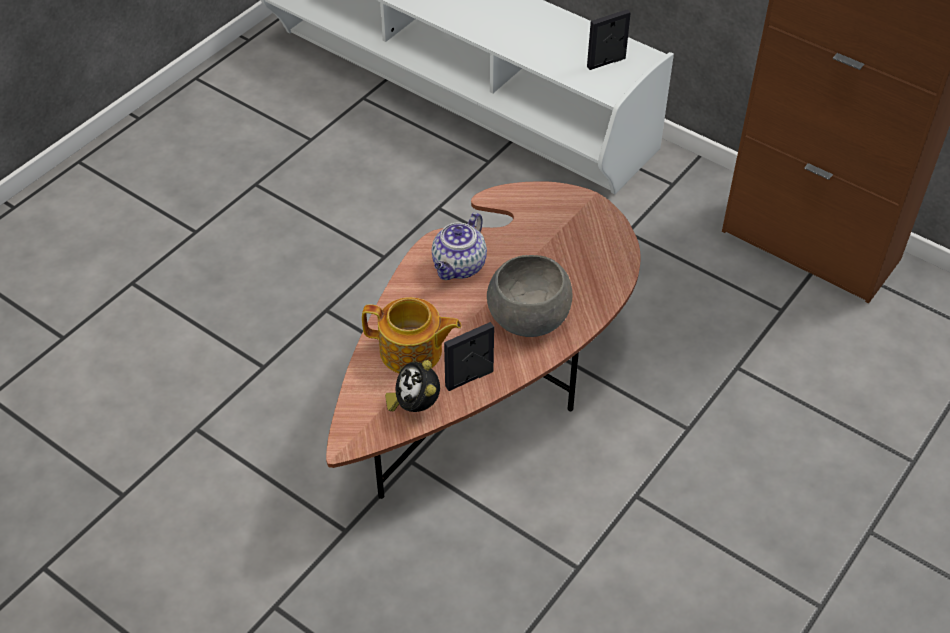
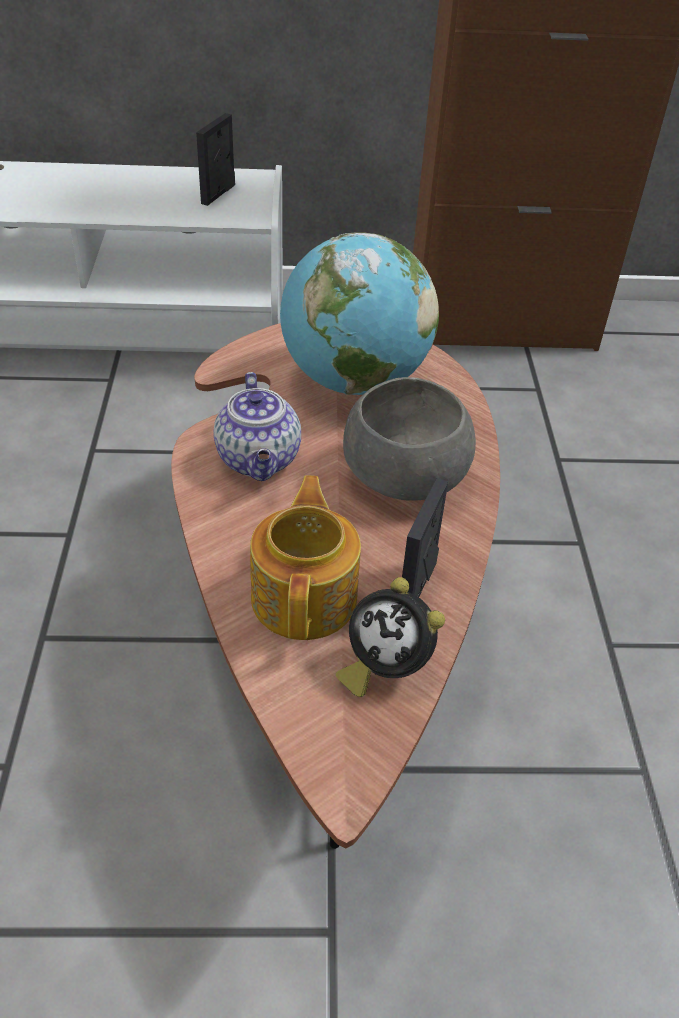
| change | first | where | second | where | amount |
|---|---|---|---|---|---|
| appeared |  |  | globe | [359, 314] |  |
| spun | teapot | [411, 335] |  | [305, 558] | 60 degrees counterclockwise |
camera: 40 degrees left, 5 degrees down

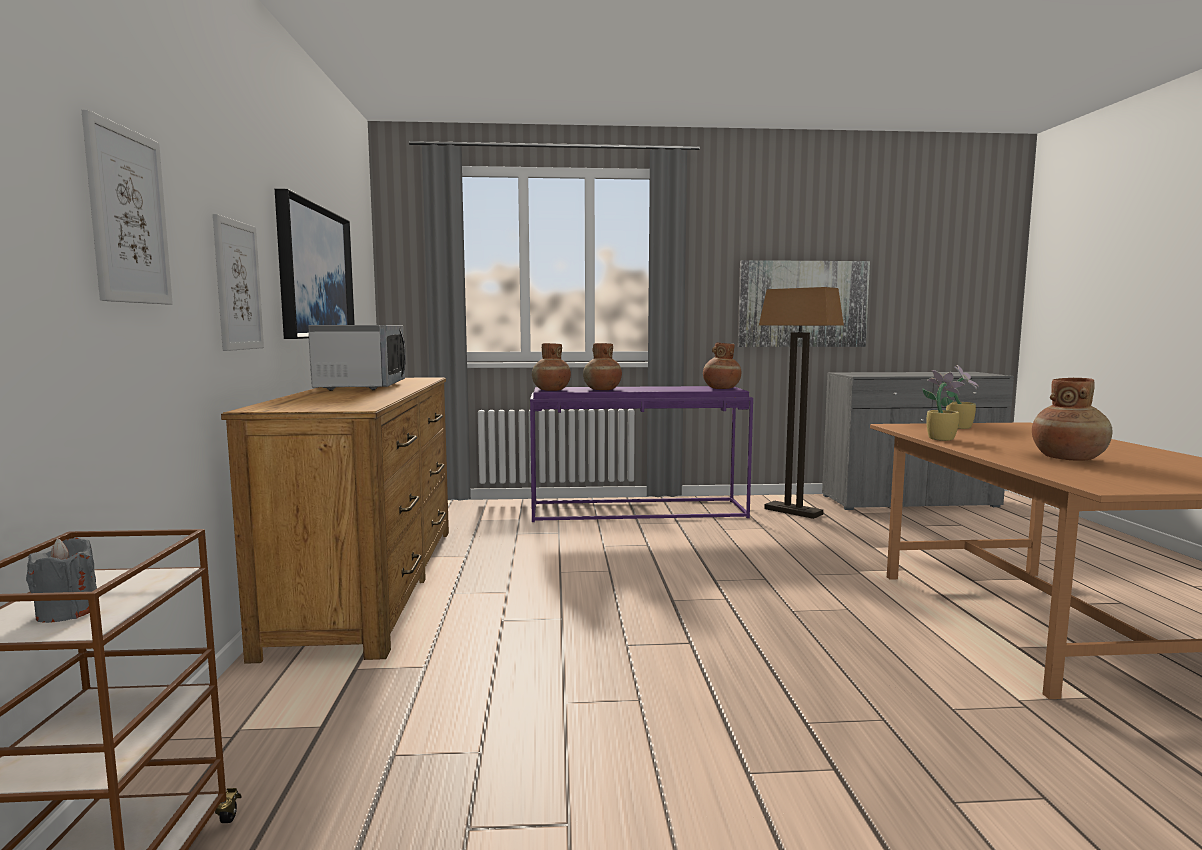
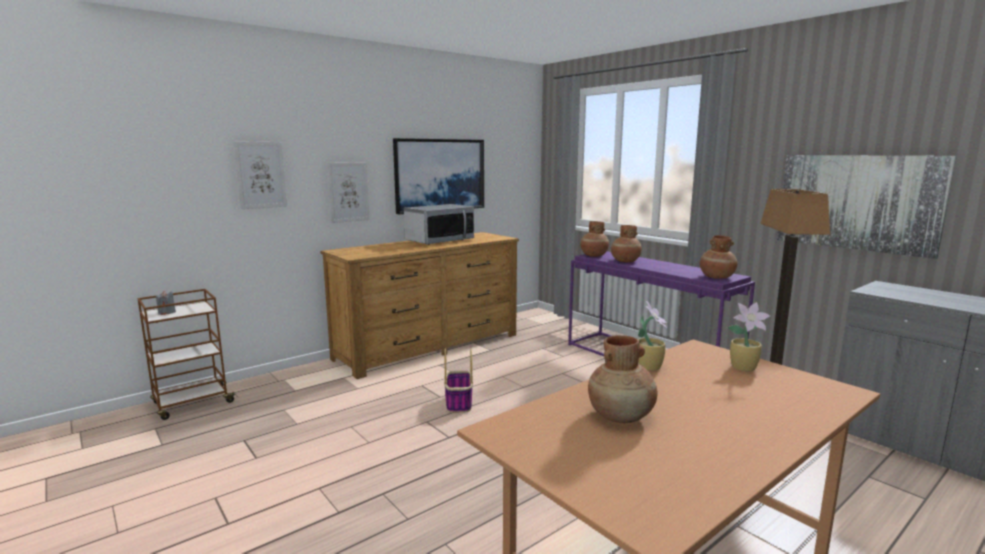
| change | first | where | second | where | amount |
|---|---|---|---|---|---|
| appeared |  |  | basket | [458, 380] |  |
camera: 55 degrees right, 5 degrees up

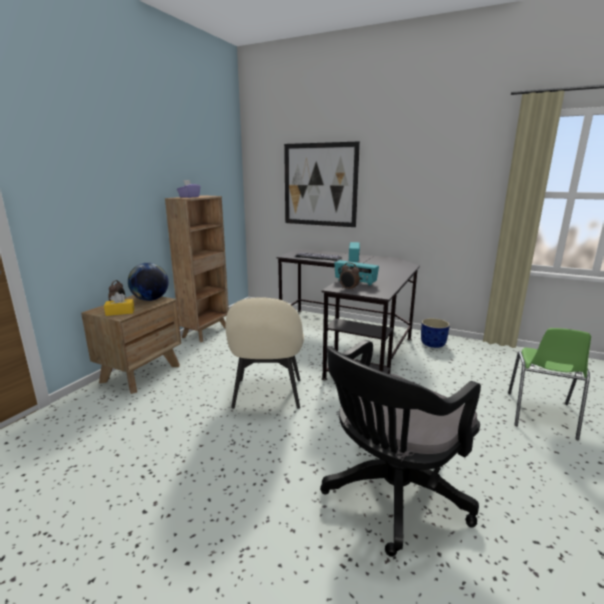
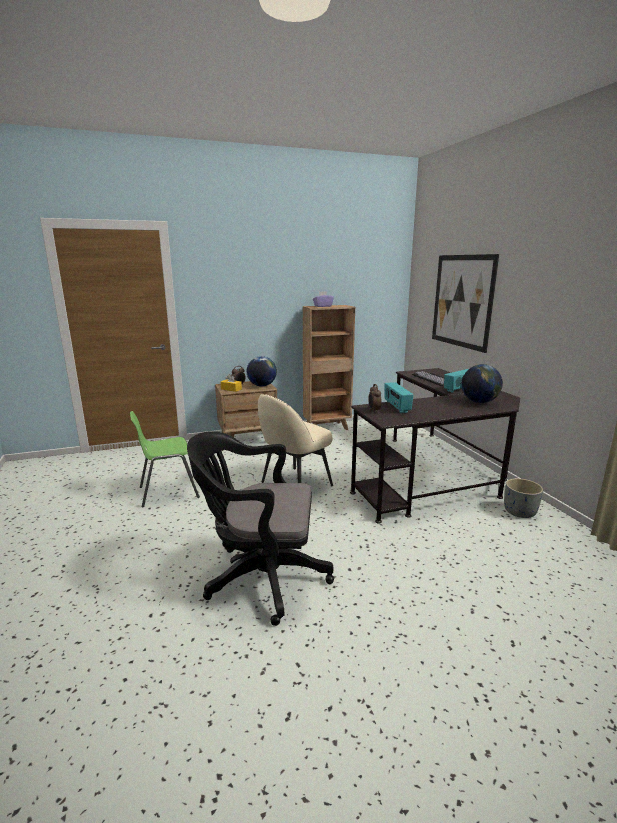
| change | first | where | second | where | amount |
|---|---|---|---|---|---|
| appeared |  |  | globe | [482, 383] |  |
| relocated | chair/green | [549, 384] |  | [165, 459] |  |
| colour | planter/blue | [435, 333] | planter/grey | [523, 498] |  |
camera: 45 degrees right, 0 degrees up

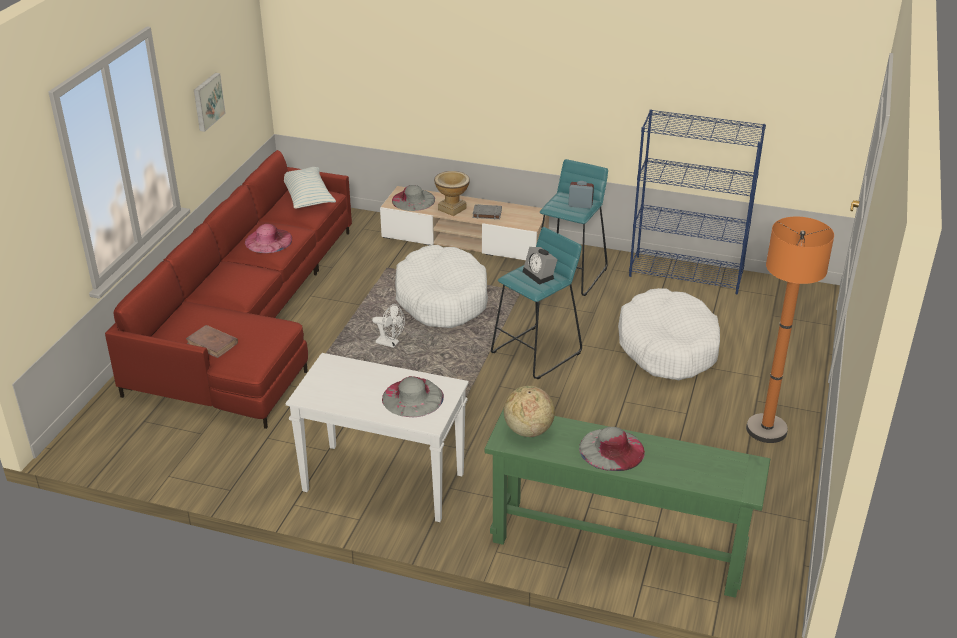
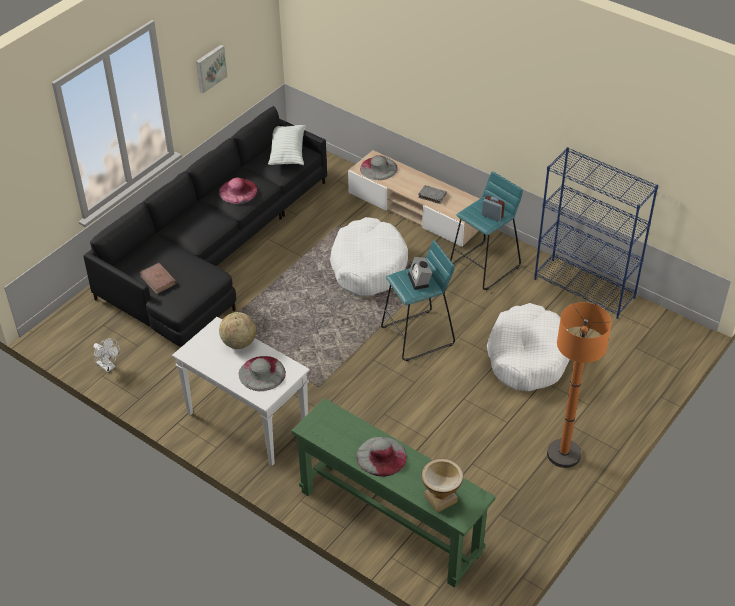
| change | first | where | second | where | amount |
|---|---|---|---|---|---|
| relocated | fan/white | [388, 326] |  | [106, 355] |  |
| relocated | vase | [452, 193] |  | [442, 485] |  |
| relocated | globe | [529, 411] |  | [237, 330] |  |
| colour | sofa/red | [228, 289] | sofa/black | [205, 226] |  |
camera: 20 degrees right, 10 degrees up

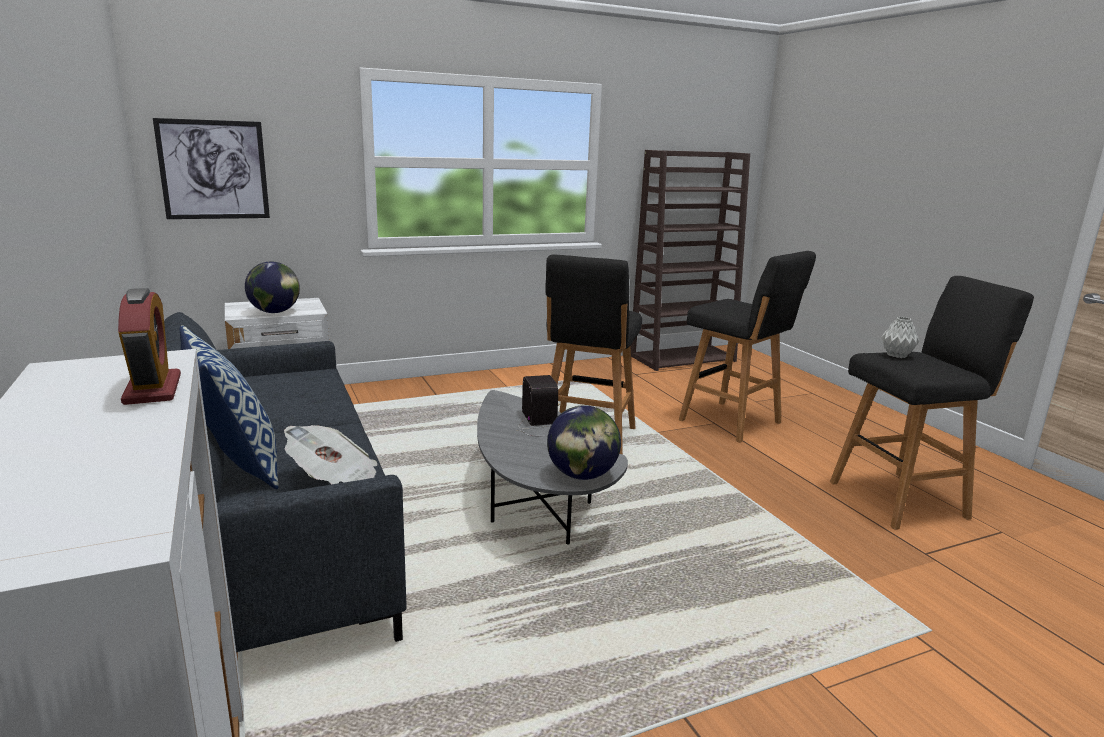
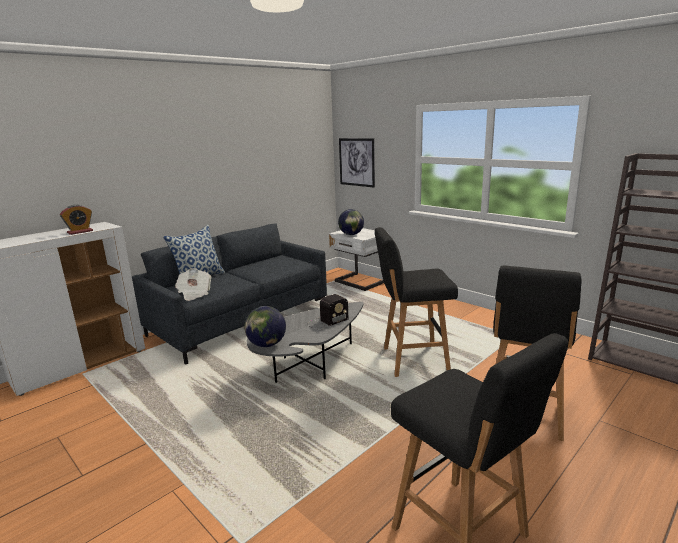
| change | first | where | second | where | amount |
|---|---|---|---|---|---|
| missing | vase/grey | [900, 337] |  |  |  |
camera: 70 degrees right, 0 degrees up

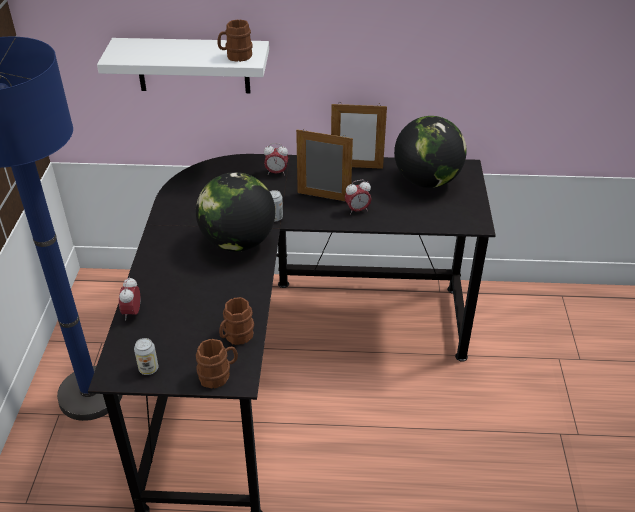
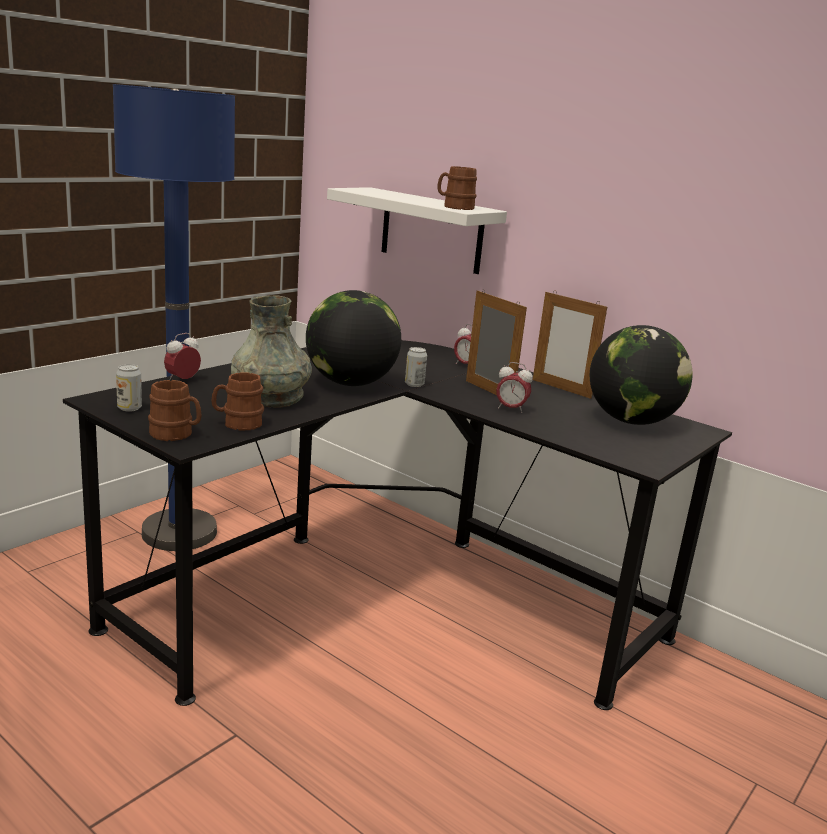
| change | first | where | second | where | amount |
|---|---|---|---|---|---|
| appeared |  |  | vase/grey | [271, 351] |  |
camera: 35 degrees right, 20 degrees down

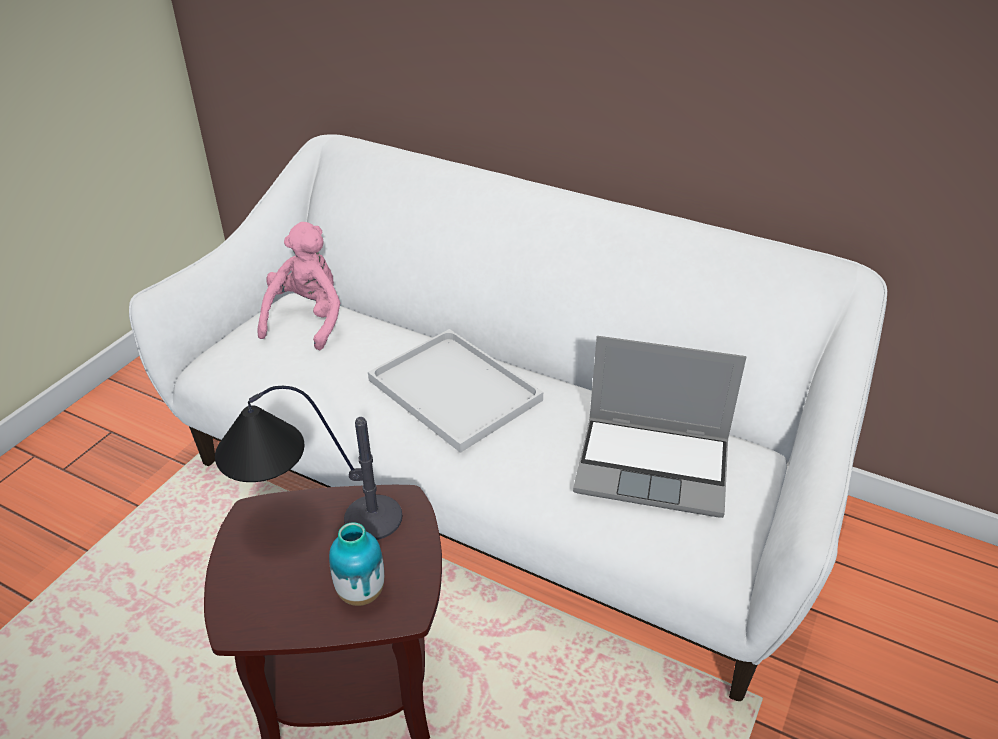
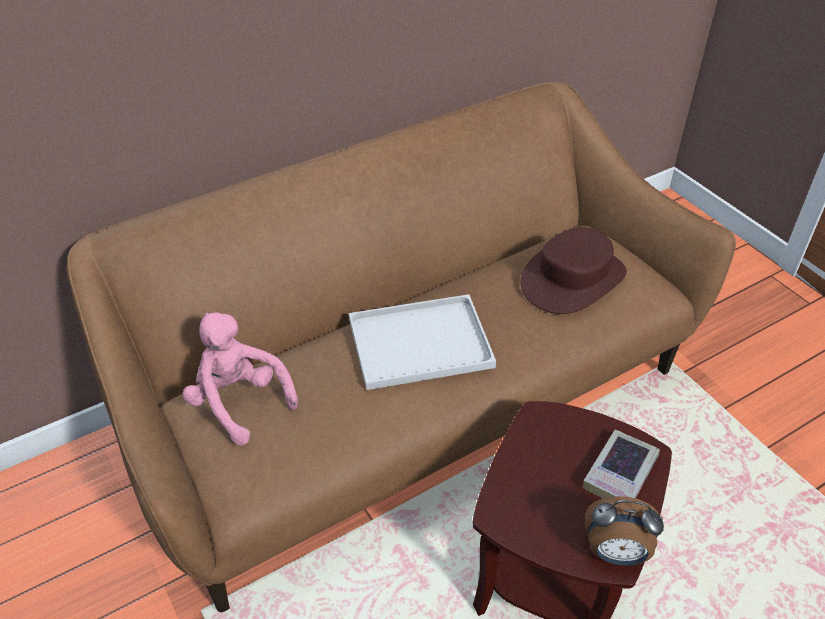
| change | first | where | second | where | amount |
|---|---|---|---|---|---|
| missing | table lamp | [308, 463] |  |  |  |
| appeared |  |  | alarm clock | [624, 531] |  |
| exchanged | vase | [356, 564] | book | [621, 464] |  |
| exchanged | laptop | [659, 427] | hat/brown | [573, 270] |  |
| colour | sofa/white | [508, 417] | sofa/brown | [401, 347] |  |
camera: 60 degrees left, 5 degrees up

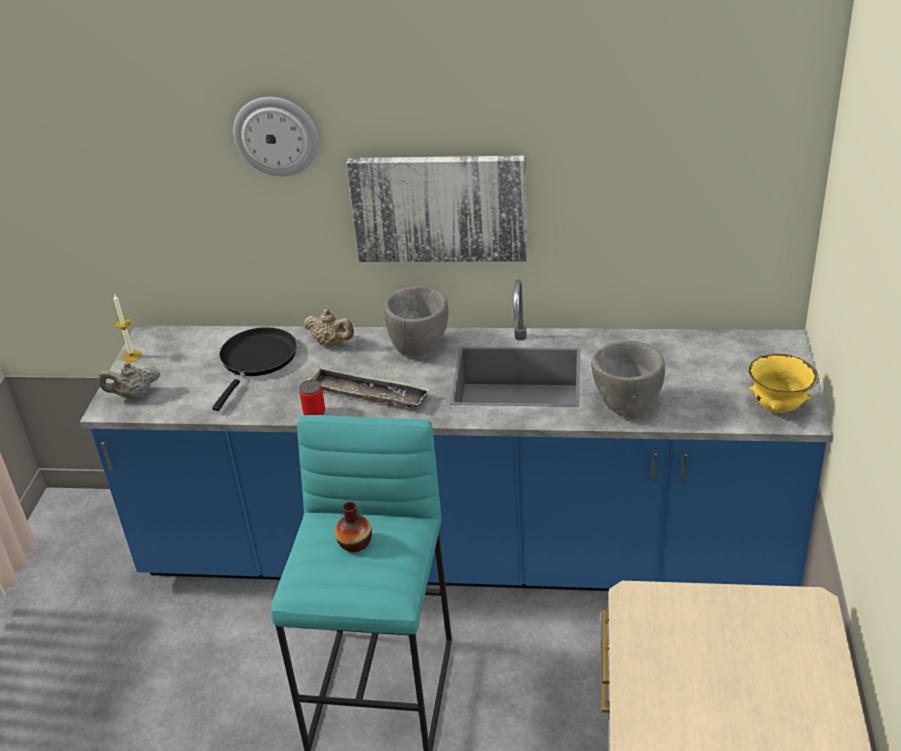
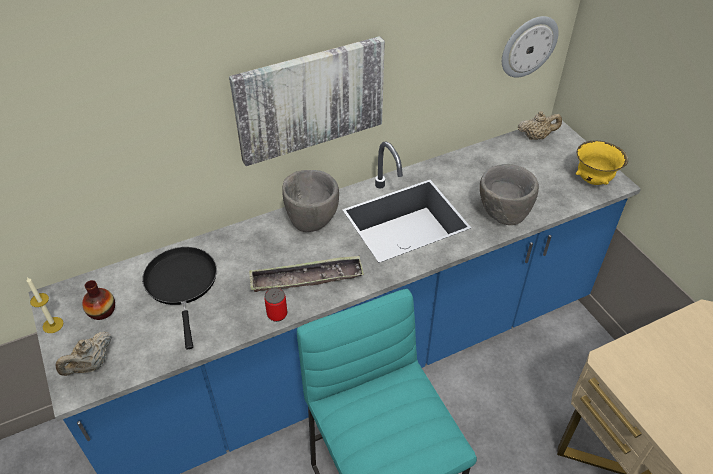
| change | first | where | second | where | amount |
|---|---|---|---|---|---|
| relocated | wall clock | [276, 136] |  | [530, 46] |  |
| relocated | teapot/beige | [329, 327] |  | [540, 125] |  |
| relocated | vase | [353, 527] |  | [98, 300] |  |
camera: 35 degrees left, 10 degrees up

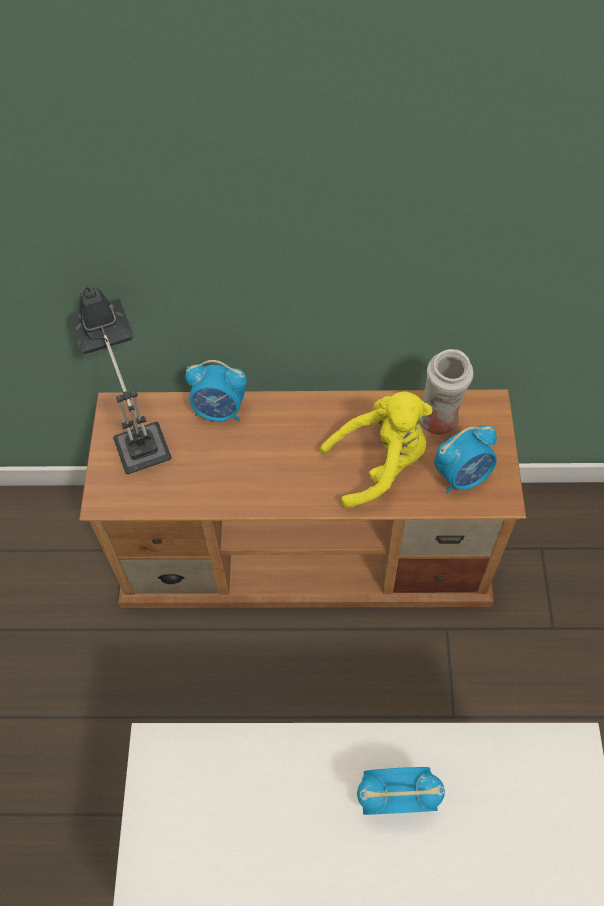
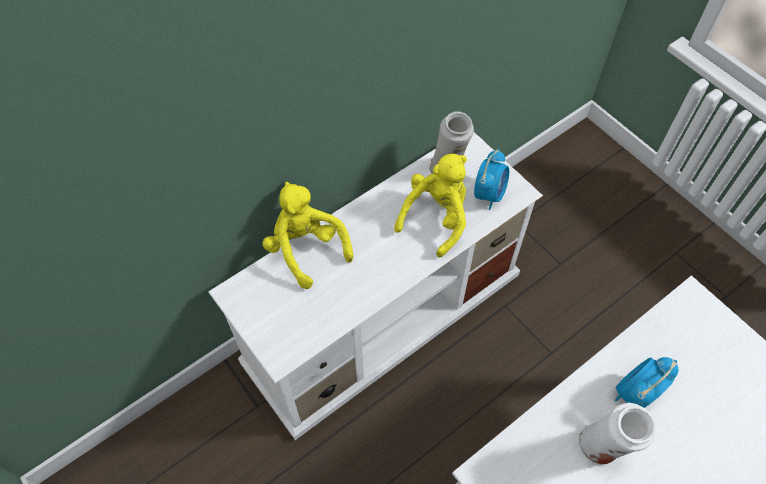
| change | first | where | second | where | amount |
|---|---|---|---|---|---|
| missing | table lamp | [119, 380] |  |  |  |
| appeared |  |  | vase/white | [617, 433] |  |
| exchanged | alarm clock | [216, 390] | plush toy/yellow | [307, 235] |  |
| colour | tv stand/brown | [302, 498] | tv stand/white | [375, 286] |  |
camera: 40 degrees left, 0 degrees up

